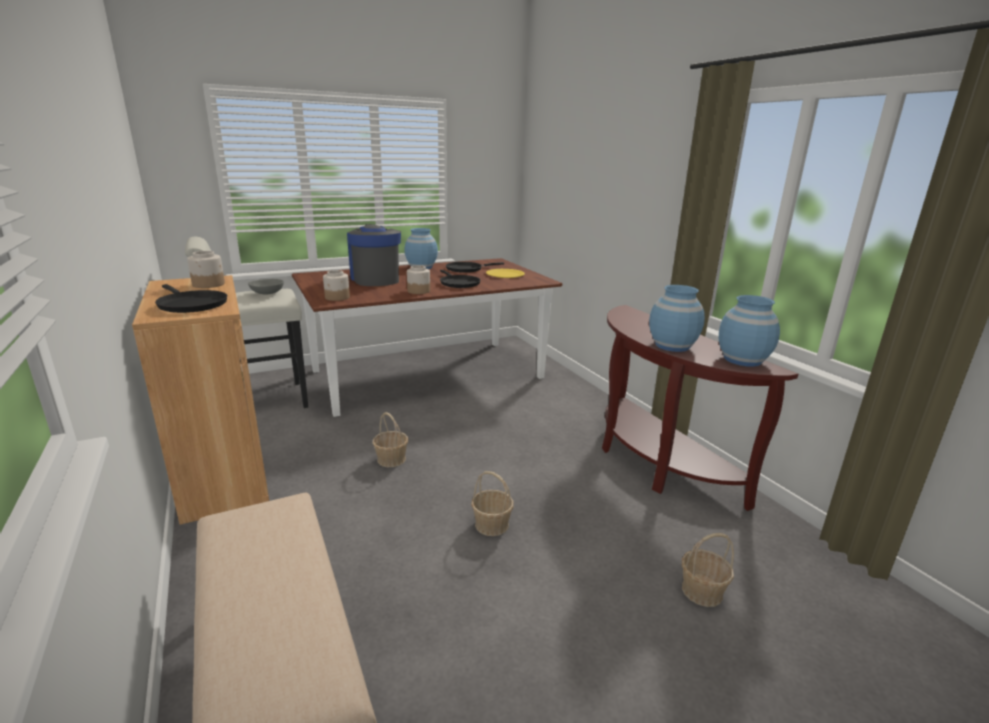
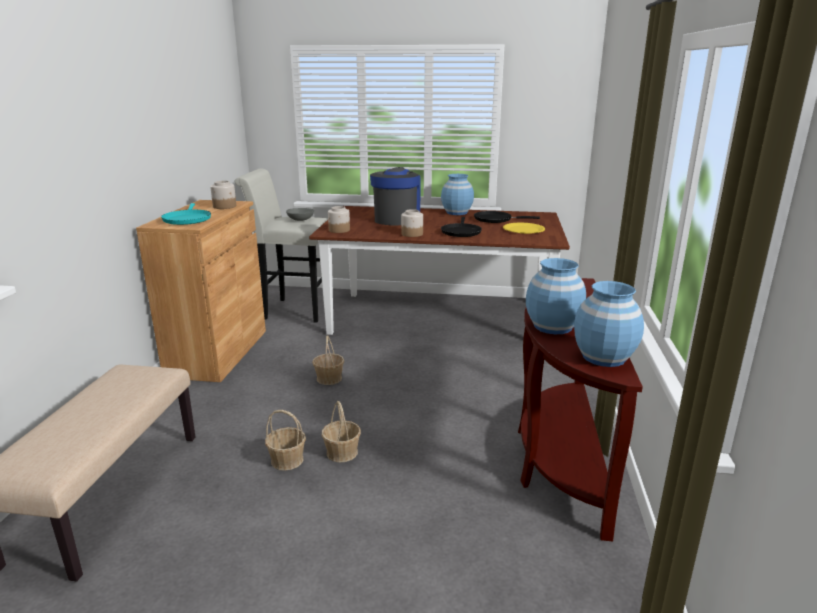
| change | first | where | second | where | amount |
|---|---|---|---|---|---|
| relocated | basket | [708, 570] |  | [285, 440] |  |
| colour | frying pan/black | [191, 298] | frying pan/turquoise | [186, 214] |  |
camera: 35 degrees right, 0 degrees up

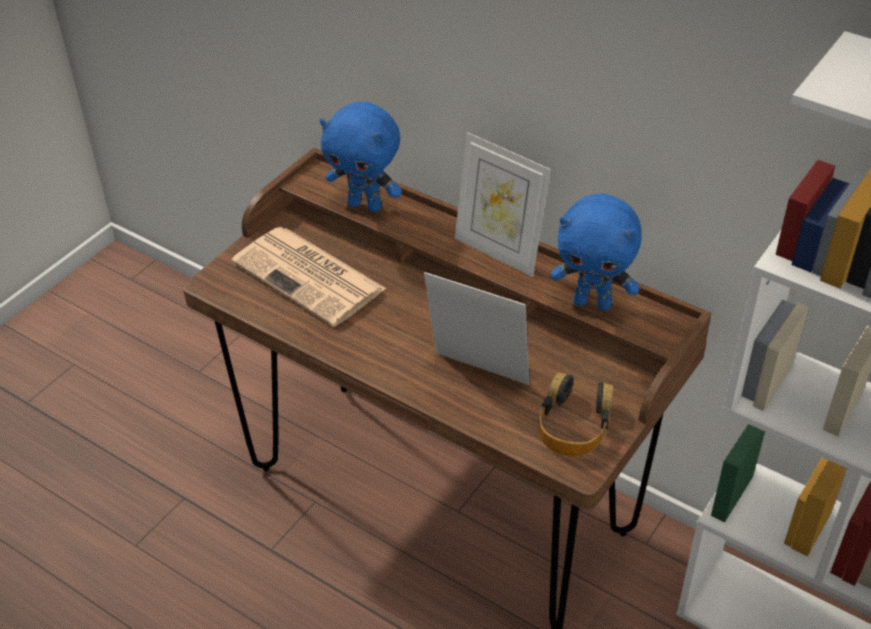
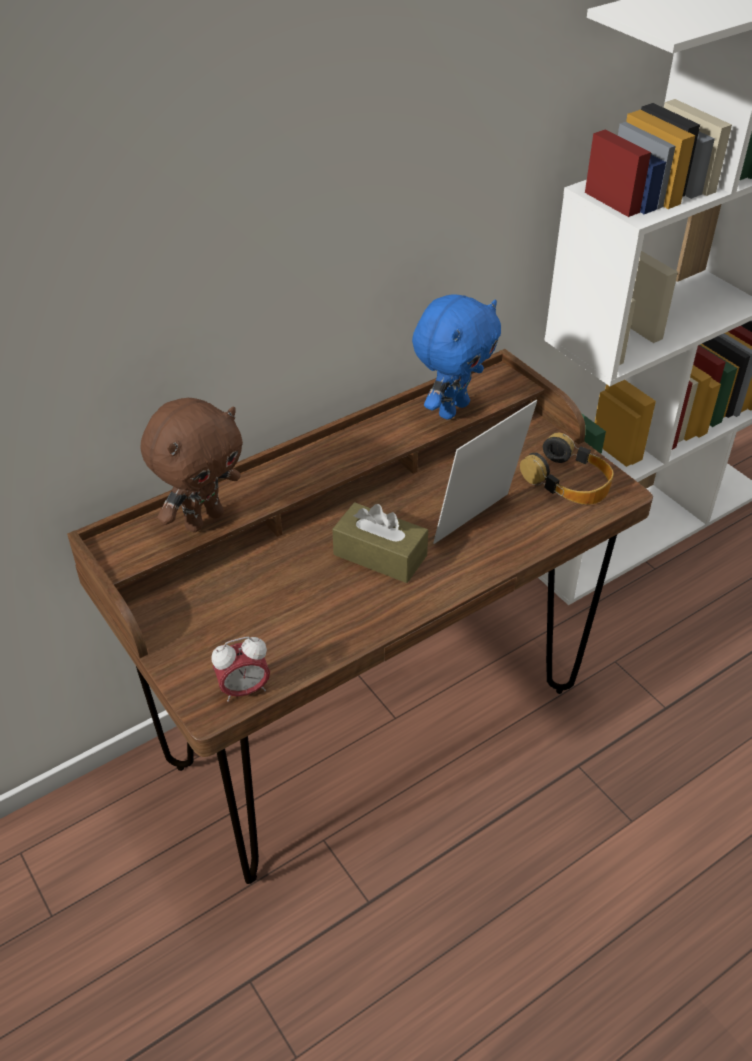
| change | first | where | second | where | amount |
|---|---|---|---|---|---|
| missing | newspaper | [309, 277] |  |  |  |
| missing | picture frame | [503, 204] |  |  |  |
| appeared |  |  | alarm clock | [240, 669] |  |
| appeared |  |  | tissue box/brown | [380, 542] |  |
| colour | plush toy/blue | [361, 157] | plush toy/brown | [192, 465] |  |
camera: 70 degrees left, 0 degrees up

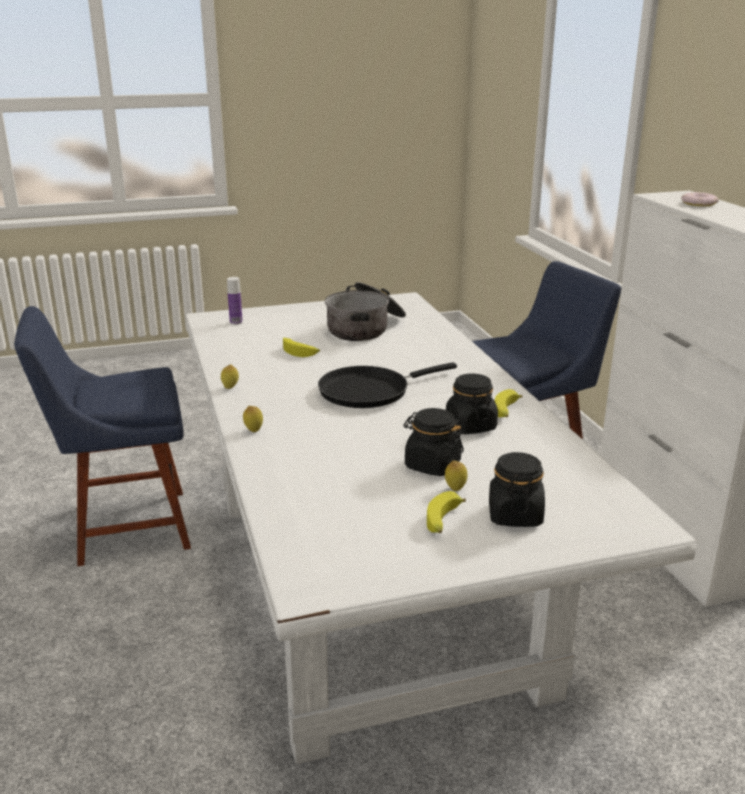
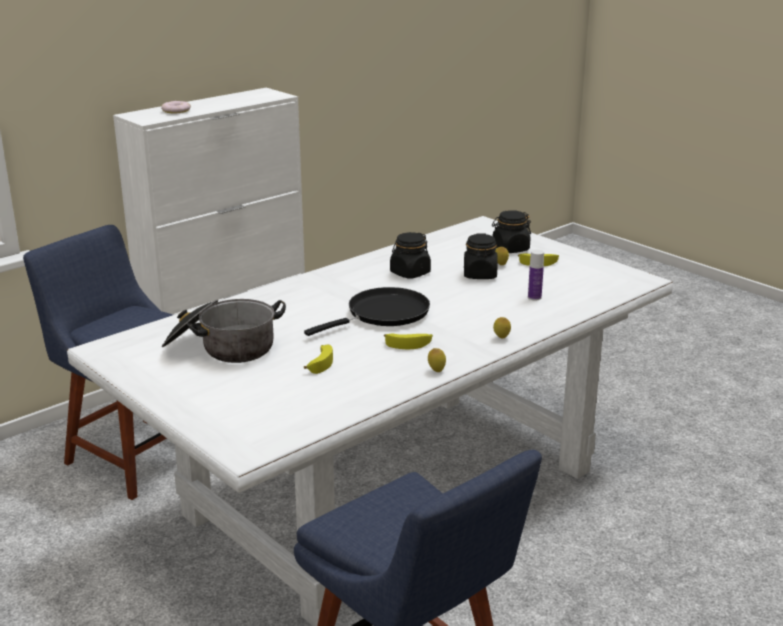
| change | first | where | second | where | amount |
|---|---|---|---|---|---|
| relocated | bottle | [235, 301] |  | [536, 274] |  |
| relocated | banana | [509, 403] |  | [408, 341] |  |
| spun | frying pan/black | [387, 385] |  | [367, 311] | 75 degrees counterclockwise |
camera: 115 degrees left, 0 degrees up

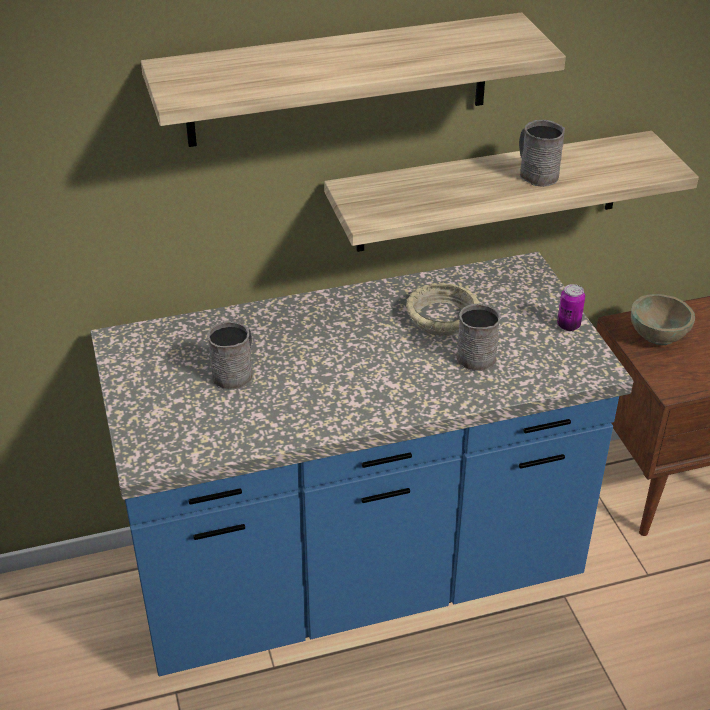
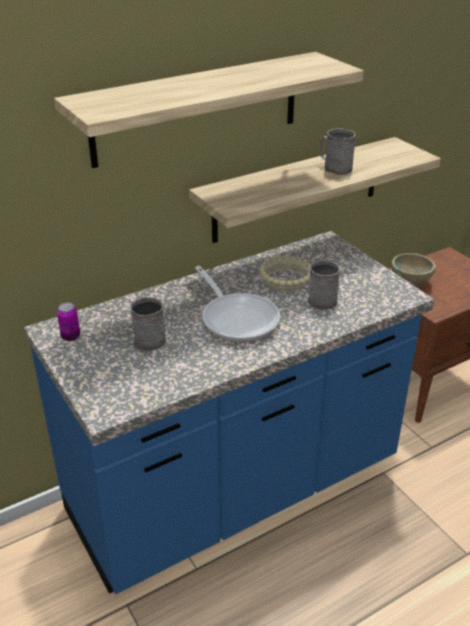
| change | first | where | second | where | amount |
|---|---|---|---|---|---|
| appeared |  |  | frying pan | [237, 304] |  |
| relocated | can | [571, 307] |  | [68, 321] |  |
camera: 15 degrees left, 5 degrees down

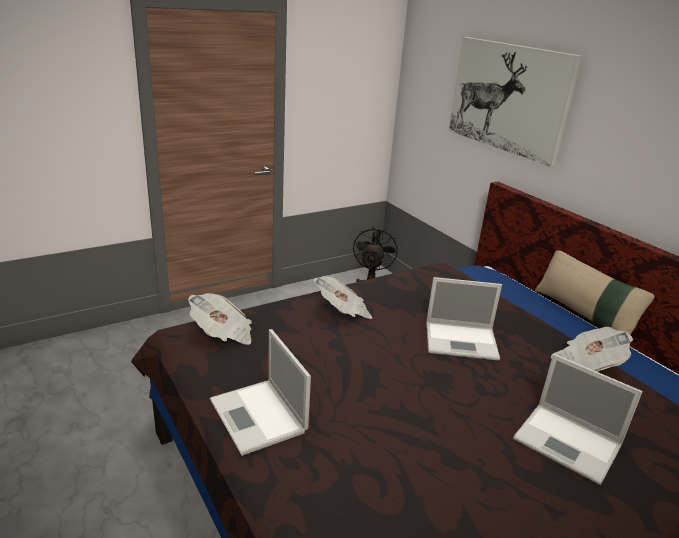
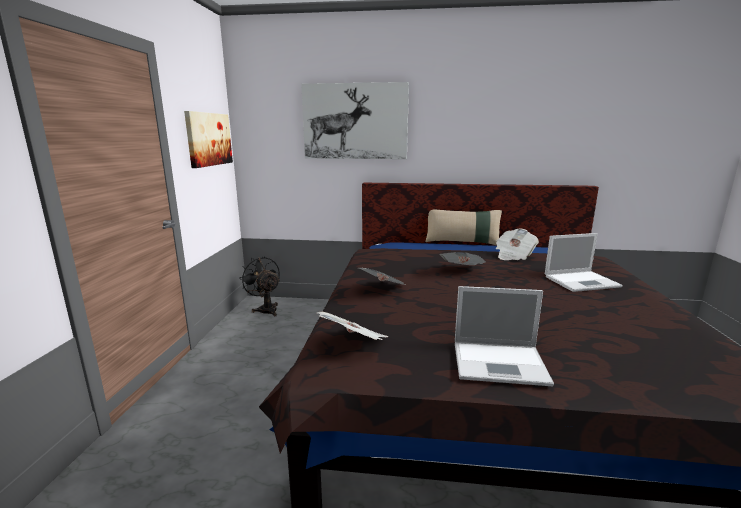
| change | first | where | second | where | amount |
|---|---|---|---|---|---|
| appeared |  |  | picture | [208, 139] |  |
| exchanged | laptop | [464, 319] | newspaper | [462, 258] |  |
camera: 50 degrees left, 10 degrees down

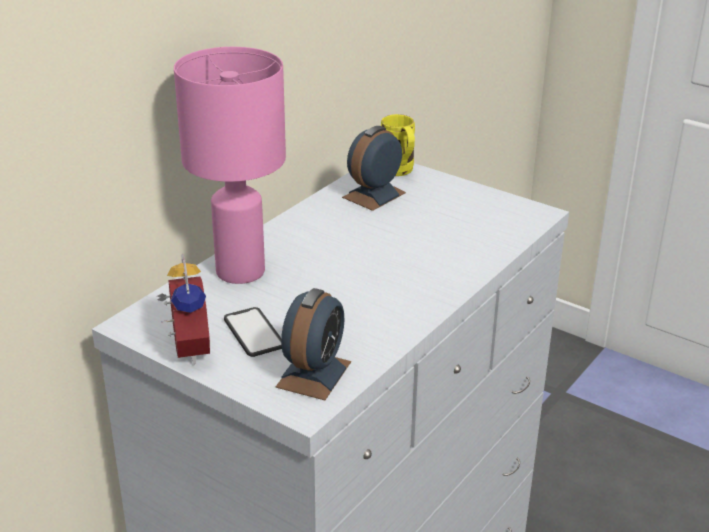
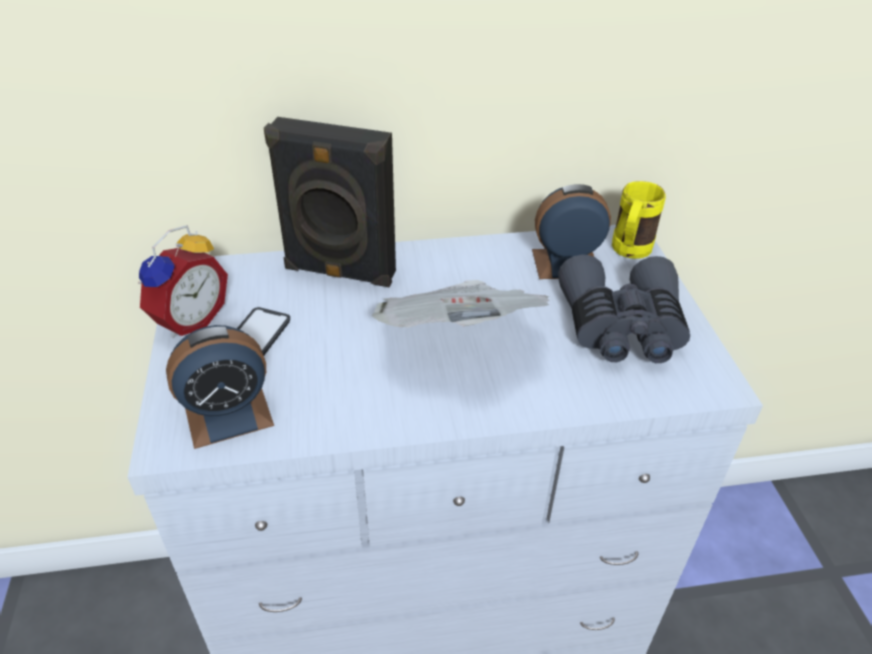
| change | first | where | second | where | amount |
|---|---|---|---|---|---|
| appeared |  |  | newspaper | [460, 304] |  |
| appeared |  |  | binoculars/grey | [624, 309] |  |
| exchanged | table lamp/pink | [230, 165] | speaker/black | [330, 202] |  |
camera: 45 degrees right, 10 degrees up

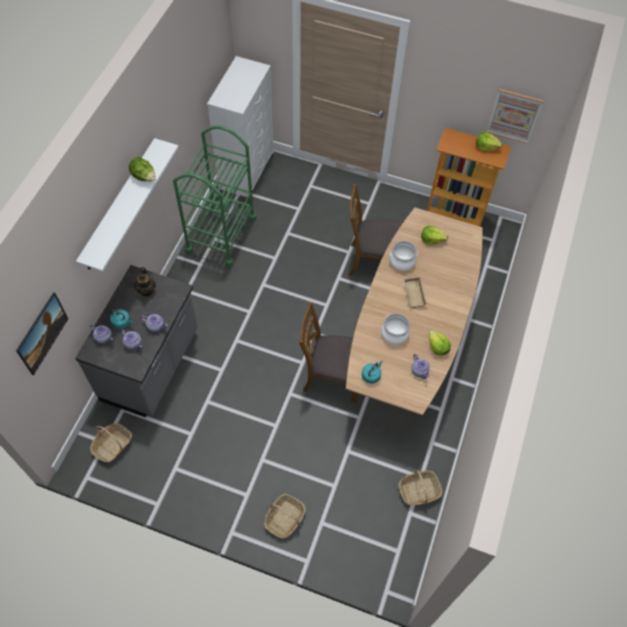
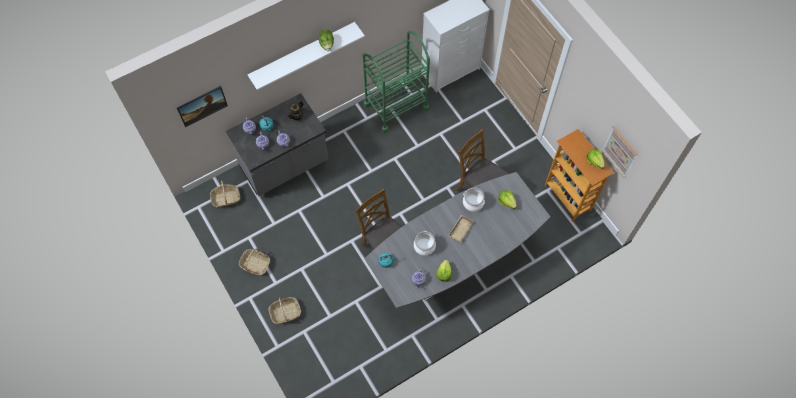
| change | first | where | second | where | amount |
|---|---|---|---|---|---|
| relocated | basket | [420, 487] |  | [254, 262] |  |
| colour | dining table/brown | [414, 311] | dining table/grey | [458, 240] |  |
camera: 40 degrees right, 5 degrees up

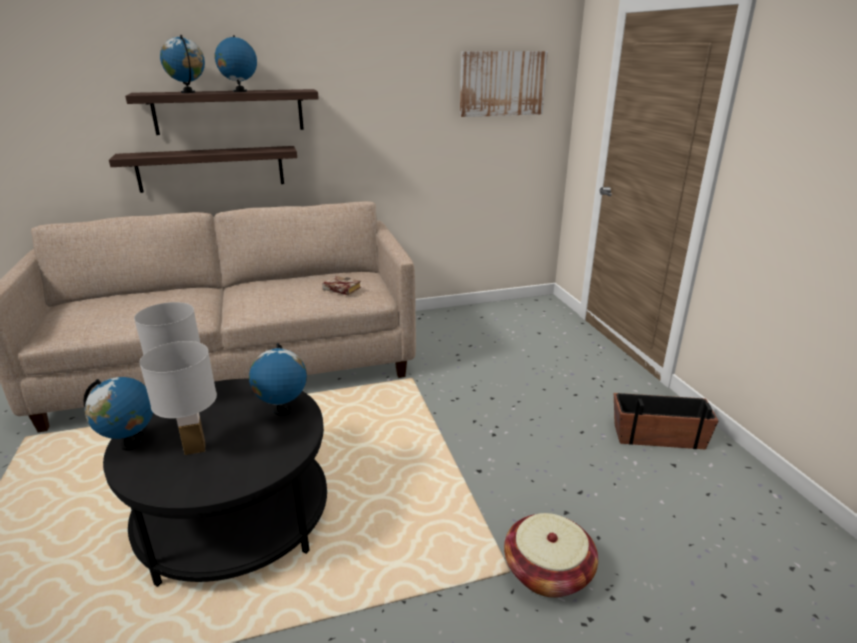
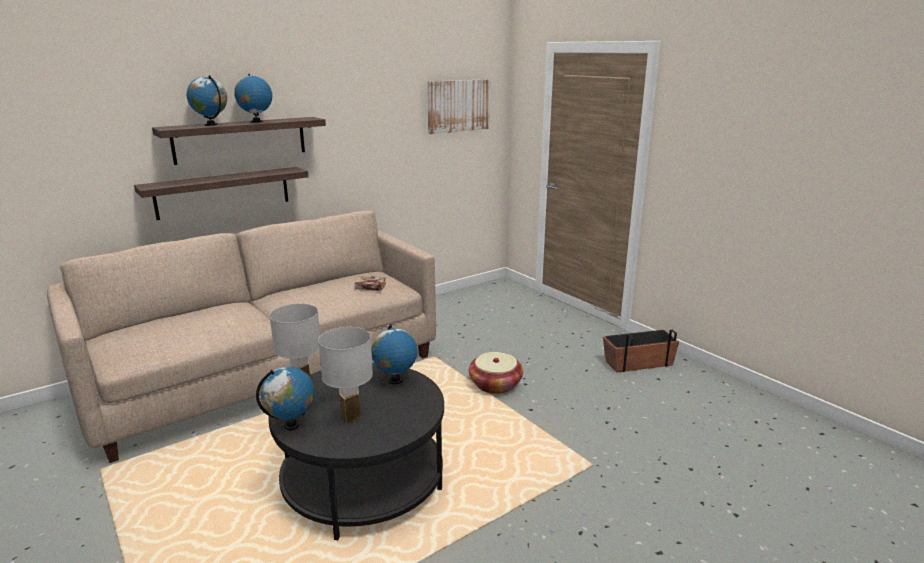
| change | first | where | second | where | amount |
|---|---|---|---|---|---|
| relocated | basket | [551, 555] |  | [496, 373] |  |
camera: 20 degrees left, 5 degrees down

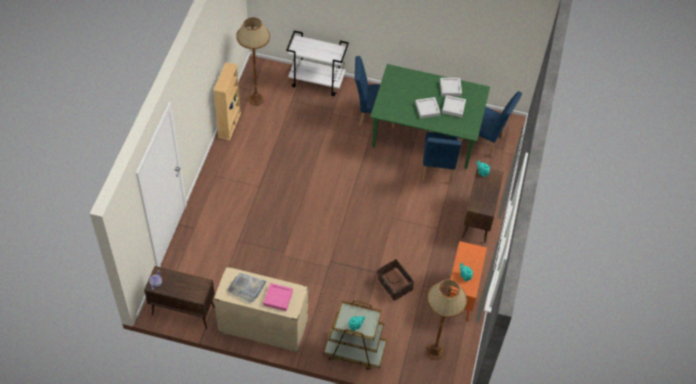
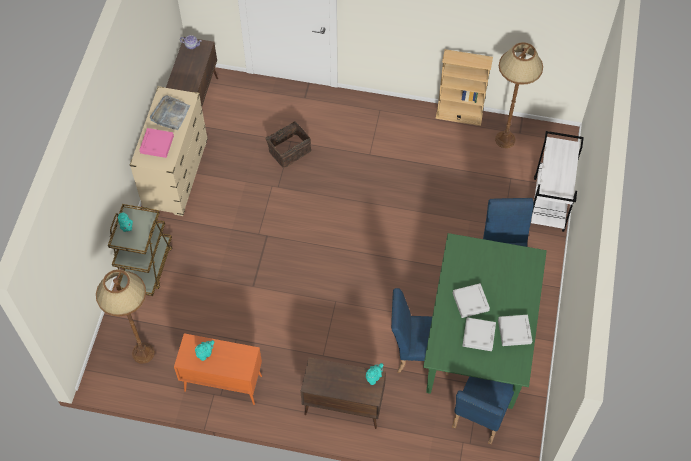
| change | first | where | second | where | amount |
|---|---|---|---|---|---|
| relocated | basket | [395, 280] |  | [287, 144] |  |
camera: 90 degrees right, 5 degrees up

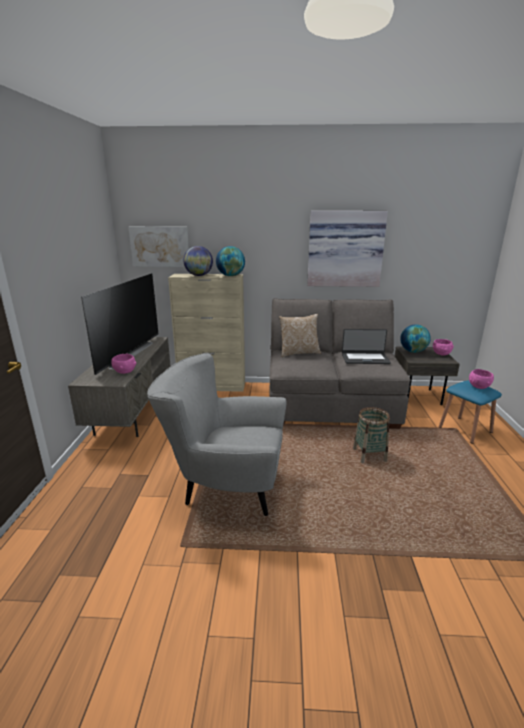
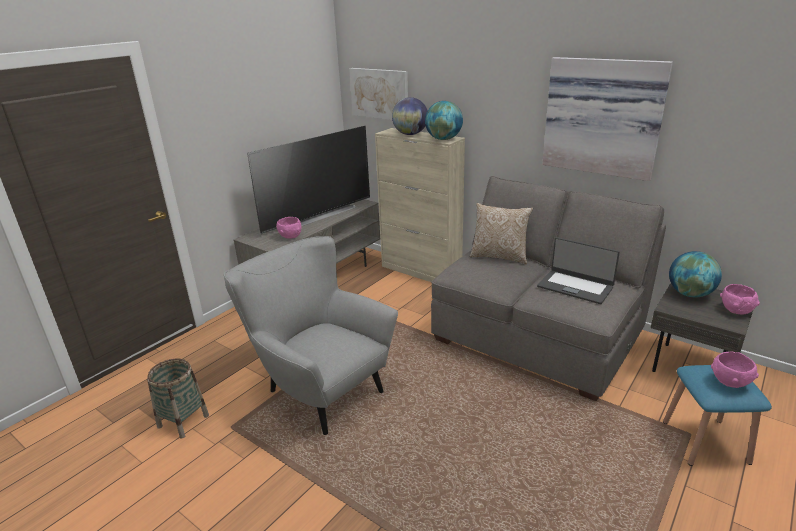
| change | first | where | second | where | amount |
|---|---|---|---|---|---|
| relocated | basket | [371, 435] |  | [178, 399] |  |
camera: 35 degrees right, 5 degrees up

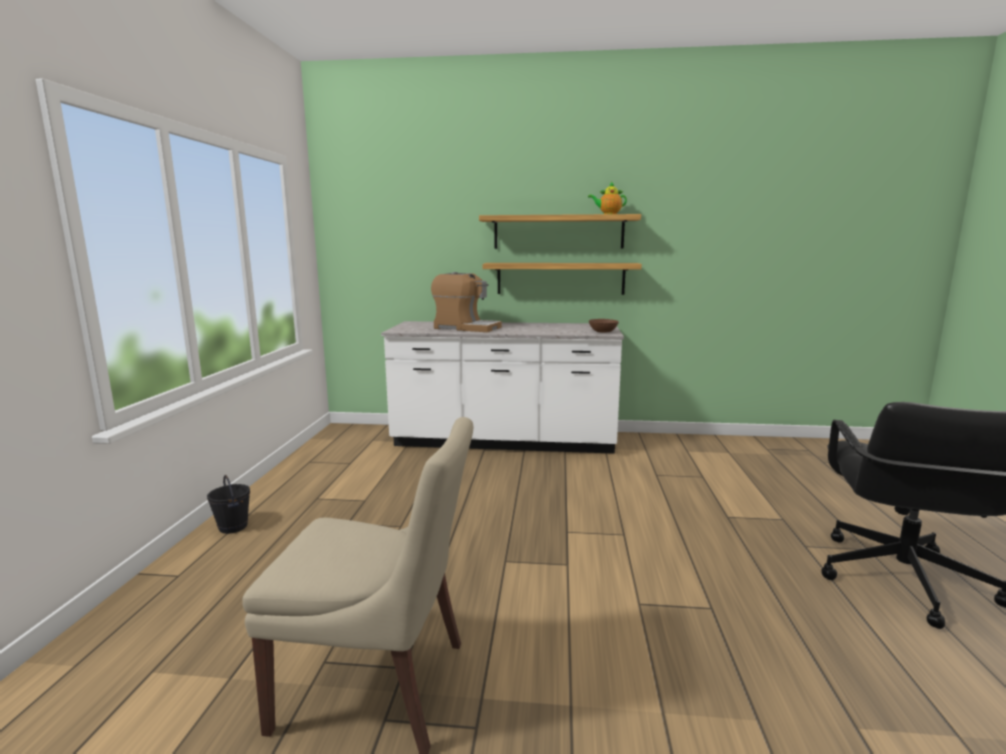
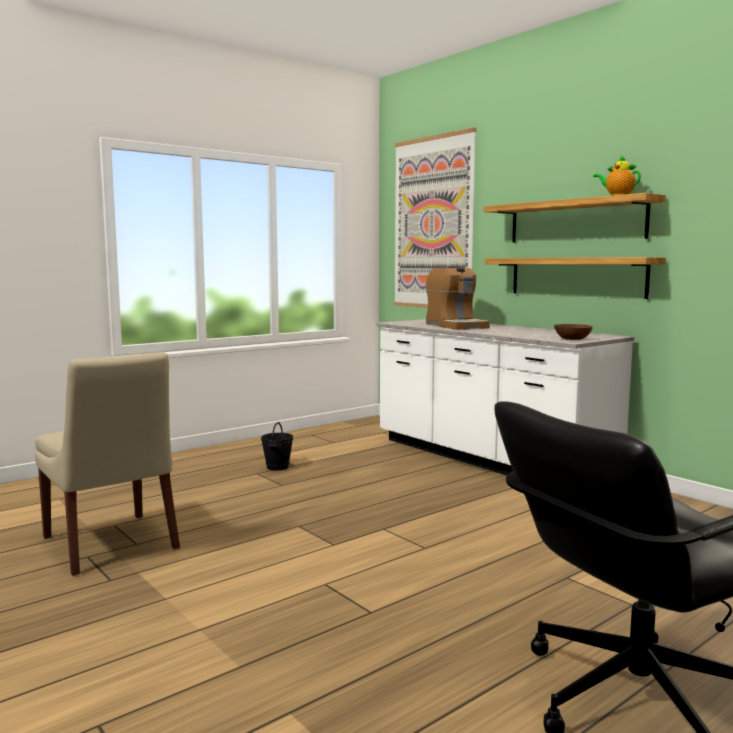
| change | first | where | second | where | amount |
|---|---|---|---|---|---|
| appeared |  |  | picture | [435, 217] |  |
| relocated | bucket/black | [228, 504] |  | [277, 446] |  |
camera: 45 degrees right, 5 degrees down

